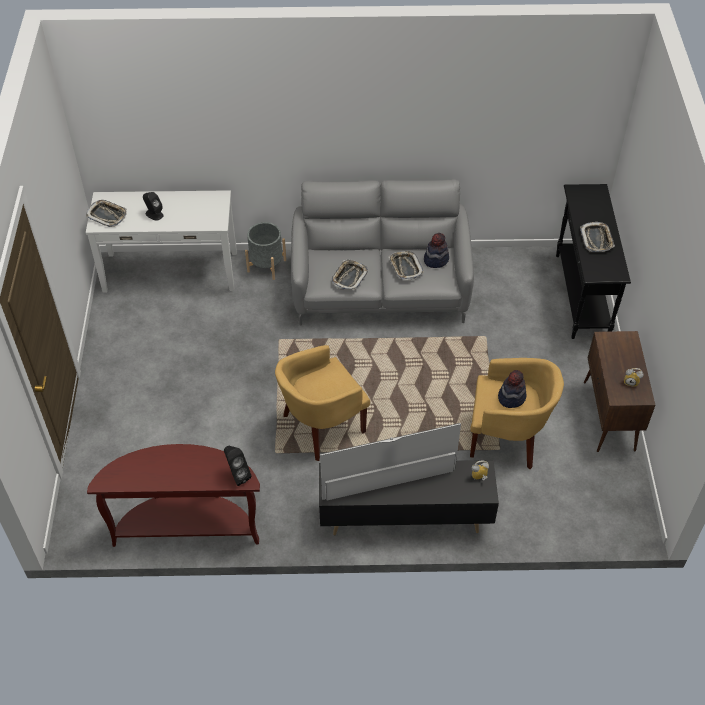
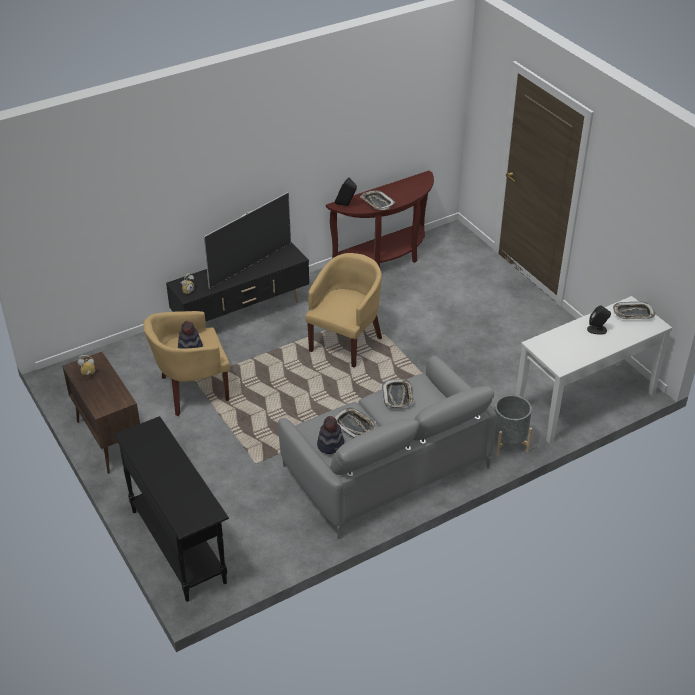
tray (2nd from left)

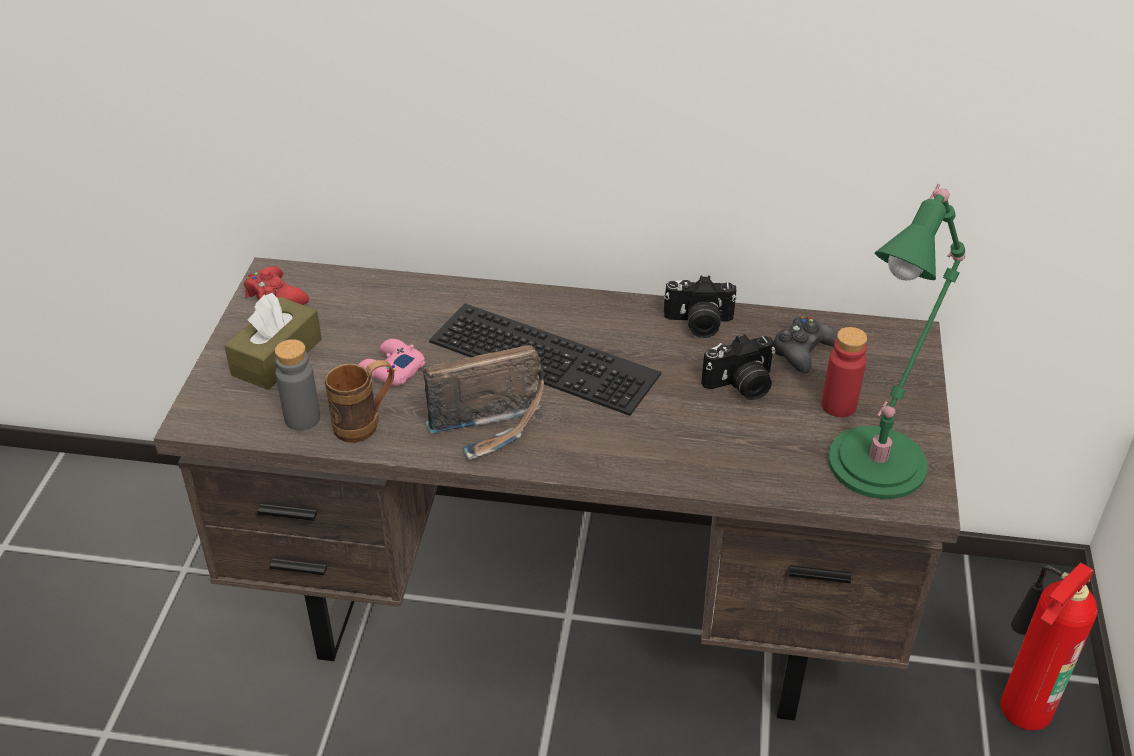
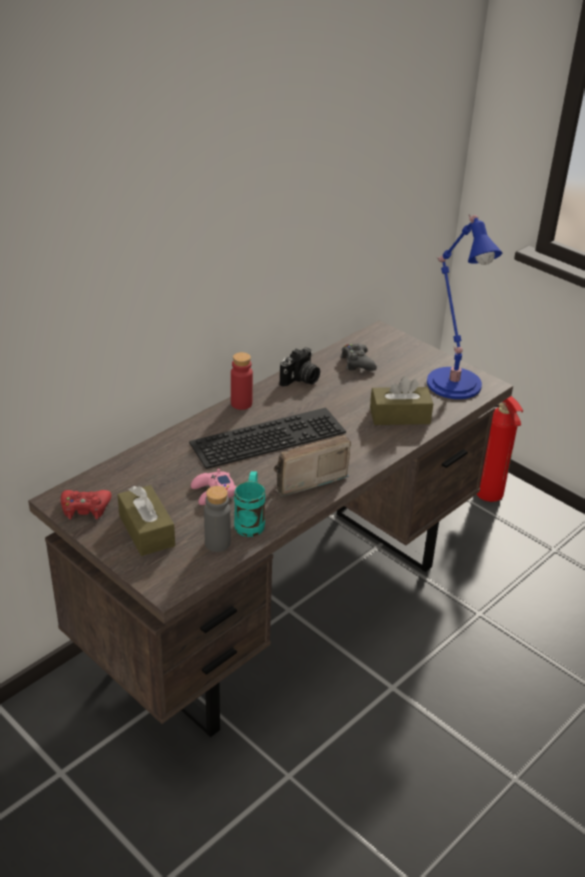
bottle/red
mug/turquoise
radio
tissue box/brown (2nd from left)
table lamp/blue
photo camera (2nd from left in the first image)

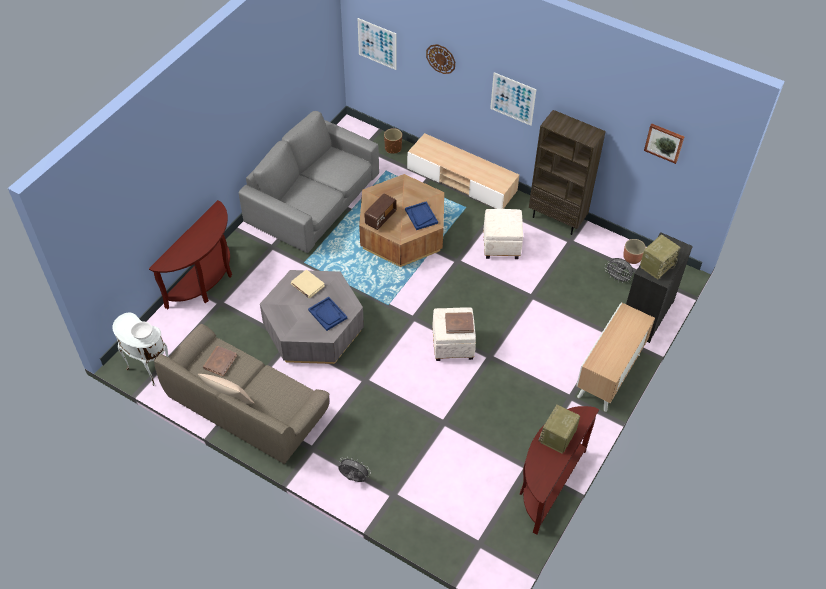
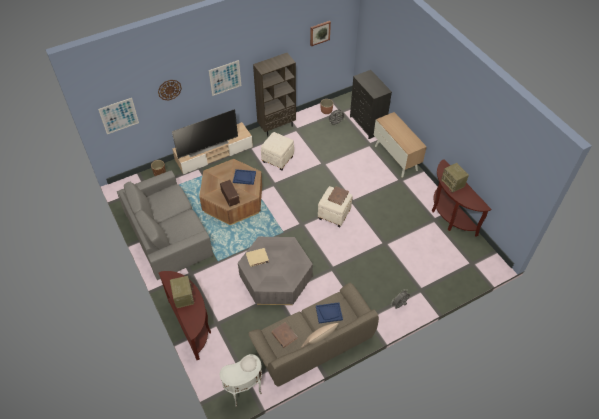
radio (1st from left)
television
tray/blue (2nd from left)

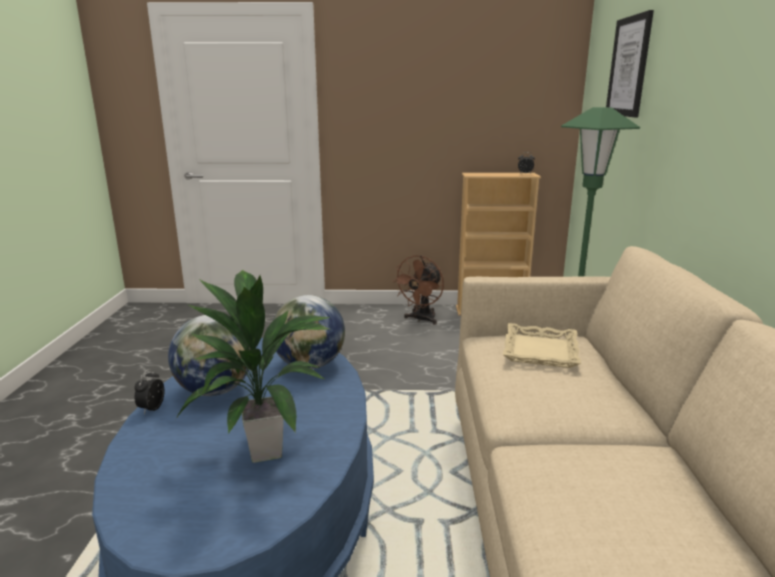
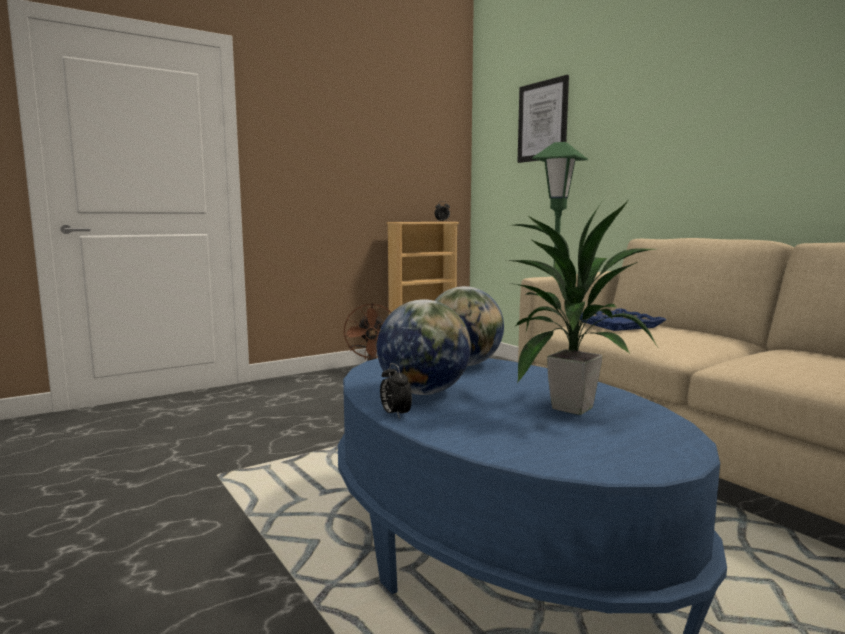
tray/blue

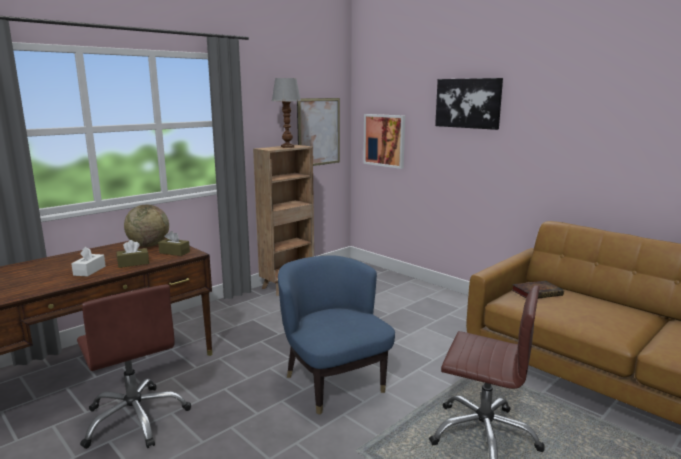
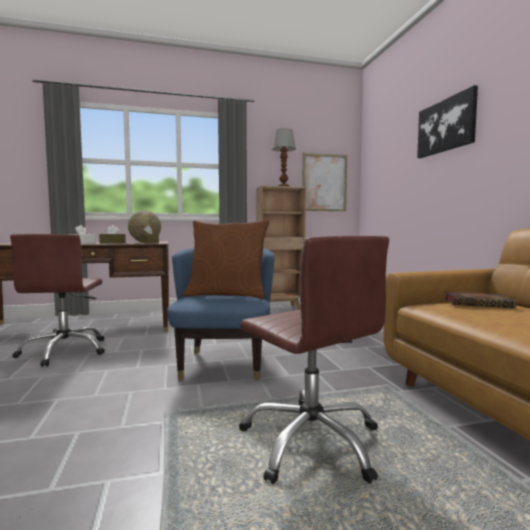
pillow/brown
picture (2nd from left in the first image)

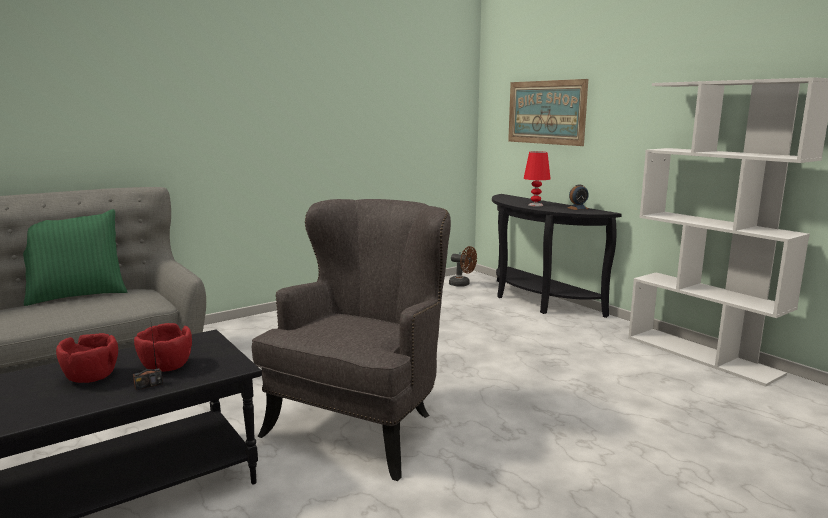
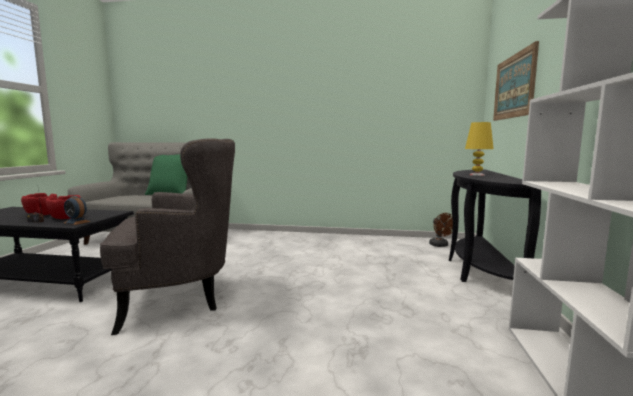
alarm clock
table lamp/yellow

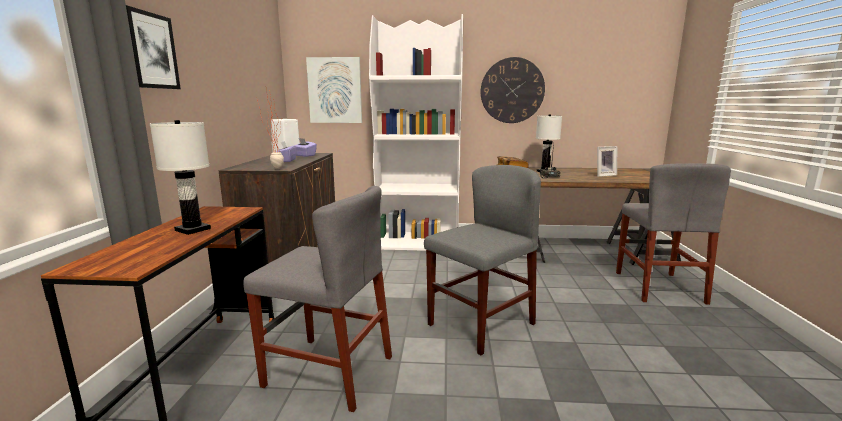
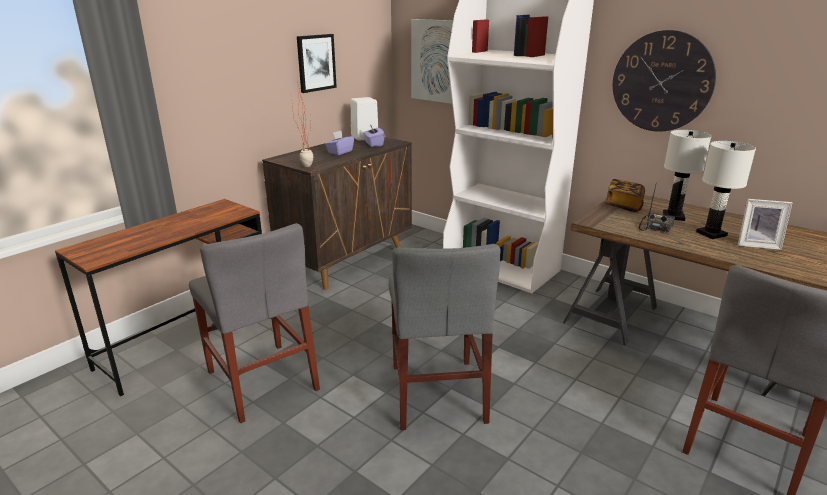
picture (1st from left)
chair/grey (2nd from left)
table lamp/white (2nd from left)

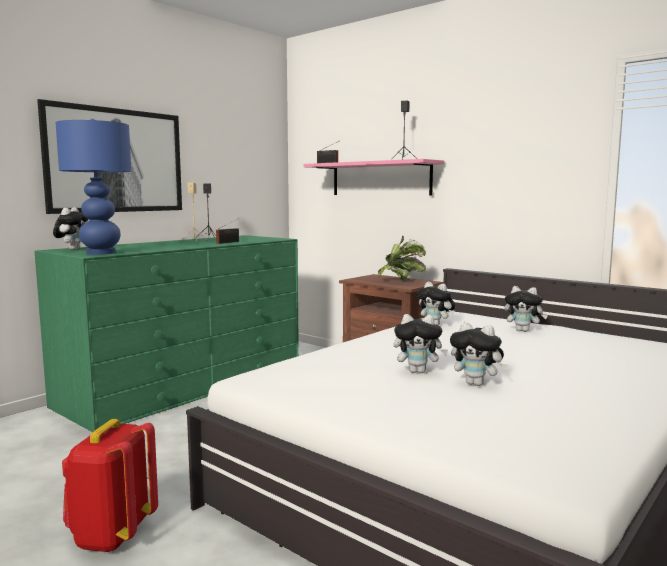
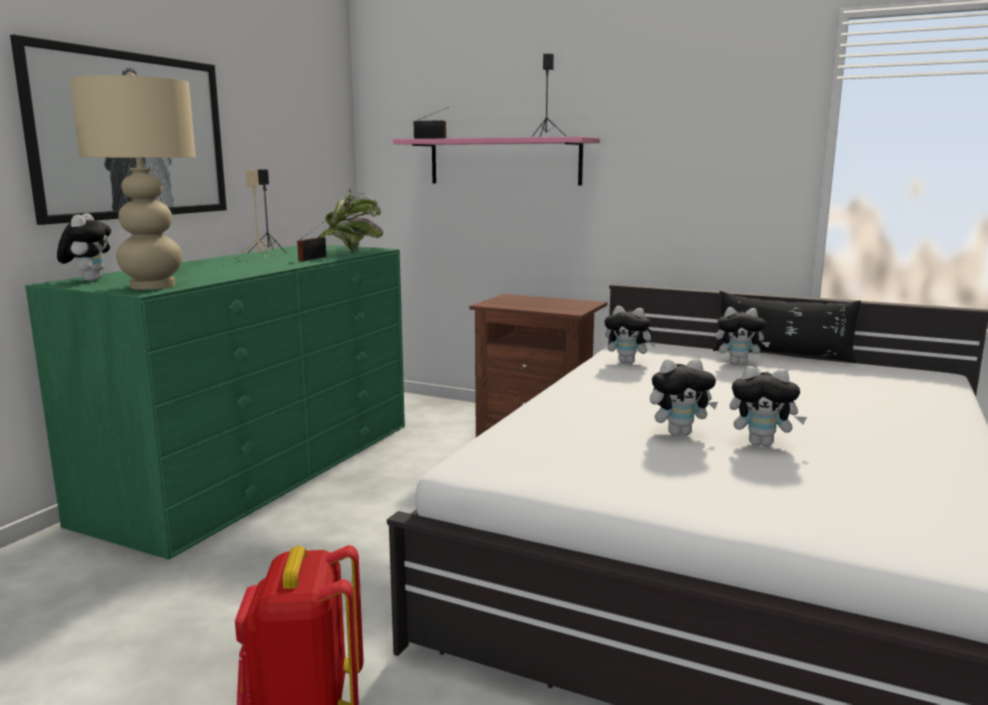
table lamp/beige
potted plant
pillow/black

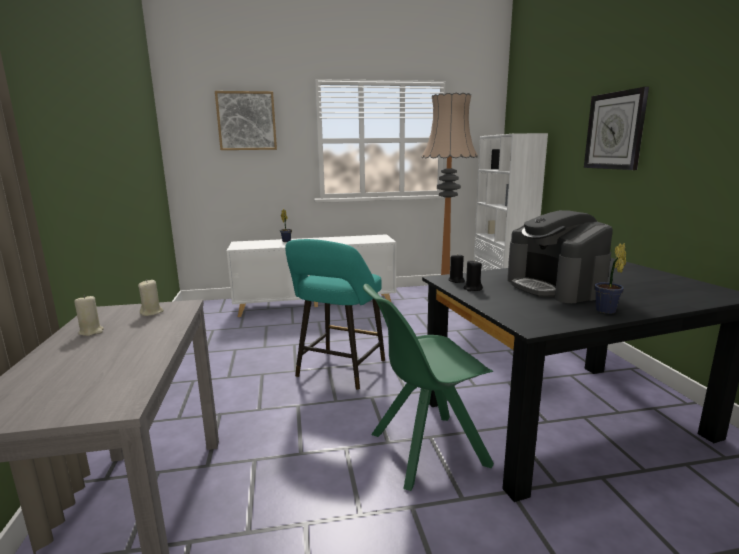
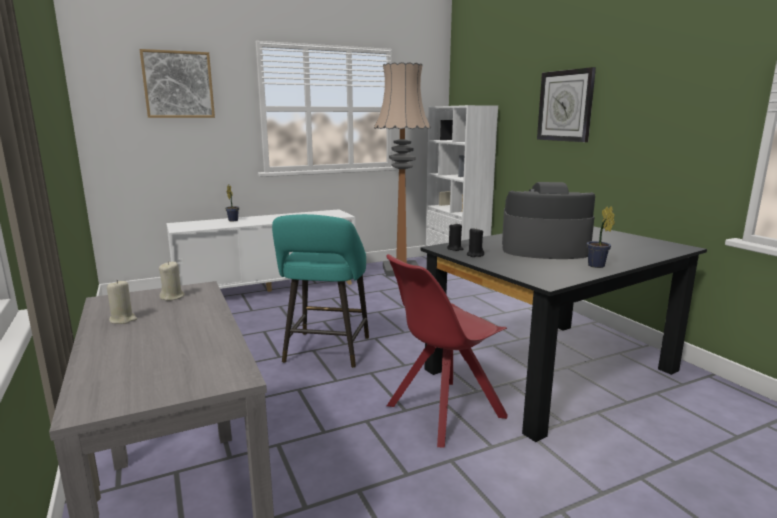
chair/red
coffee machine

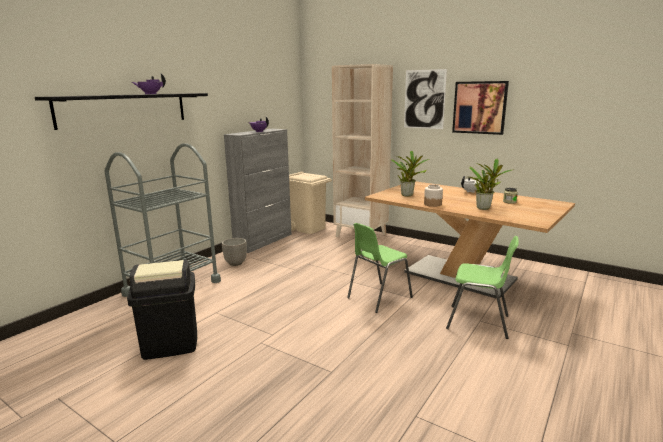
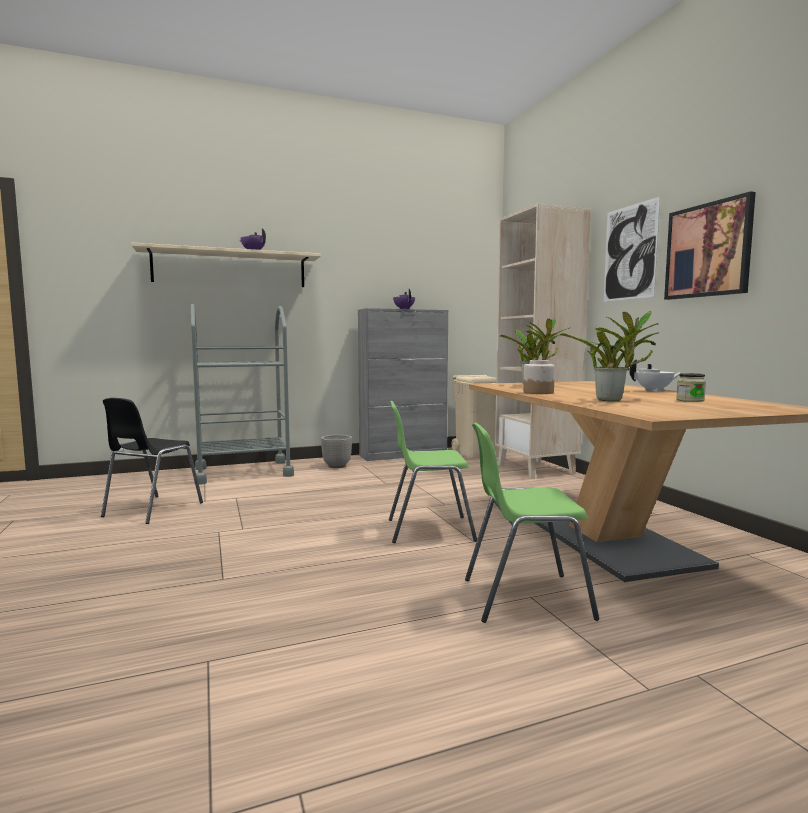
chair/black
shelf/beige
chair/green (2nd from left)

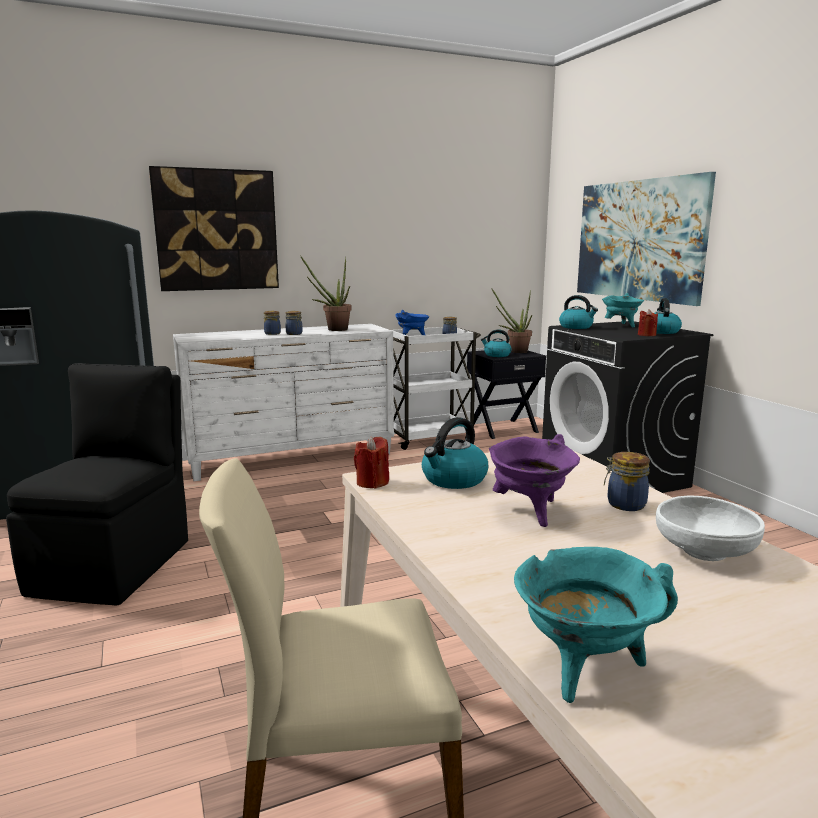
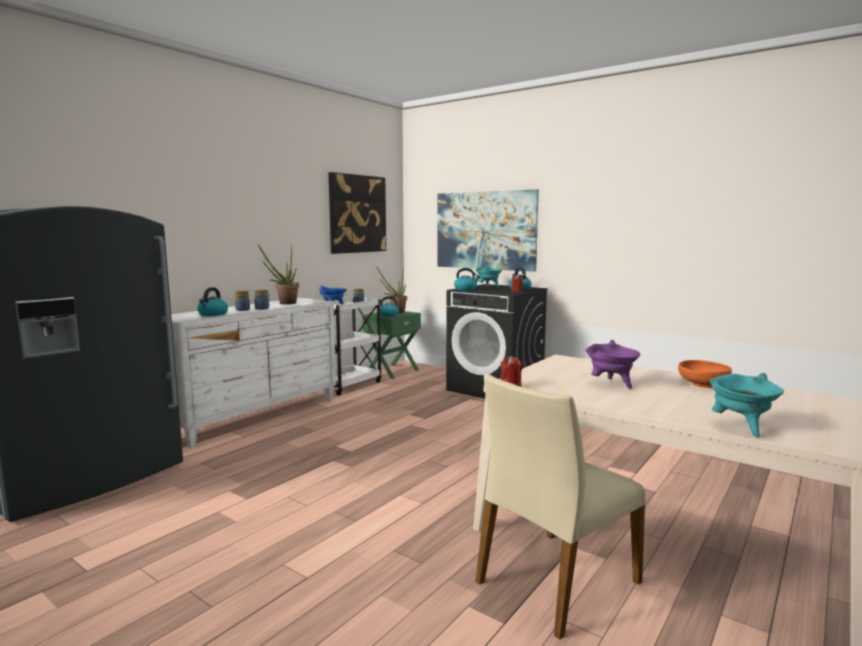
kettle (1st from left)
picture (1st from left)
nightstand/green
bowl/orange
chair/black
jar (4th from left in the first image)

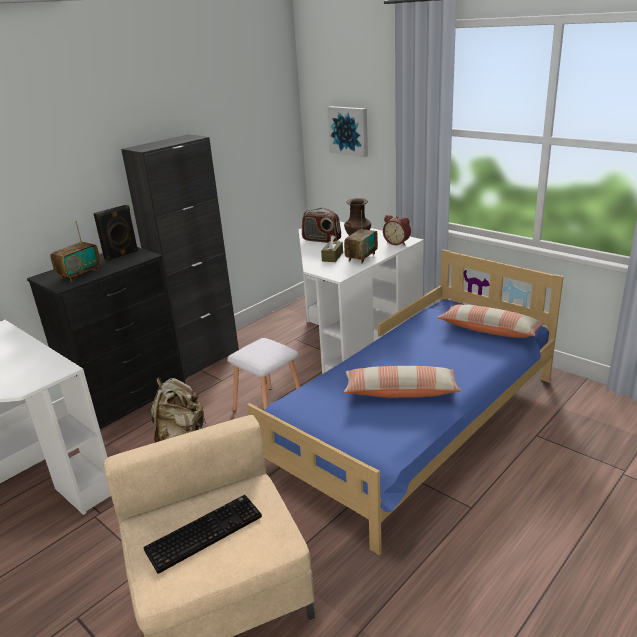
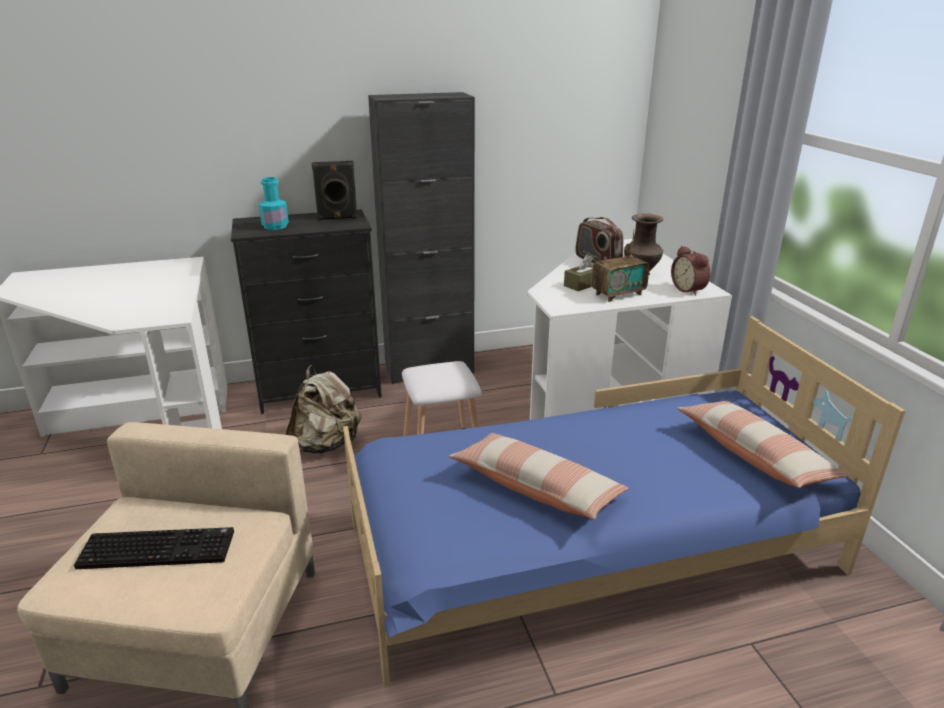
bottle/turquoise
picture

